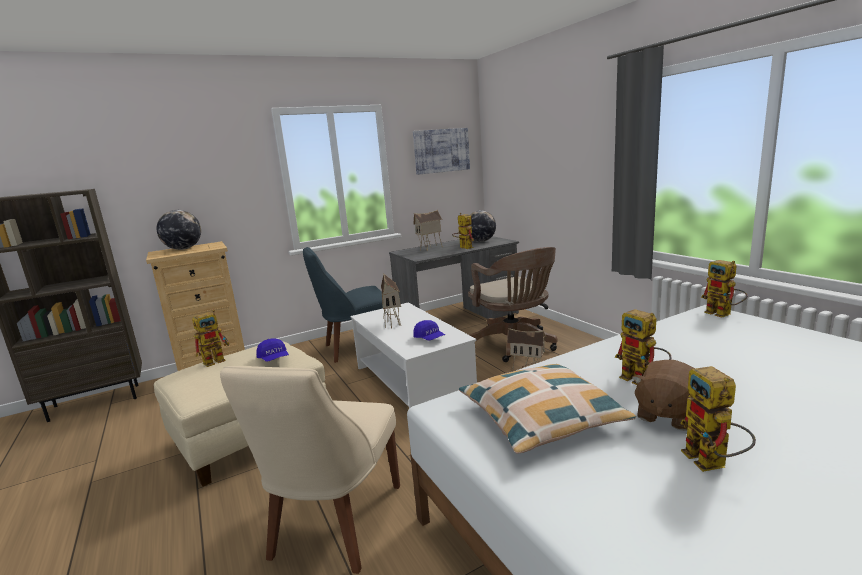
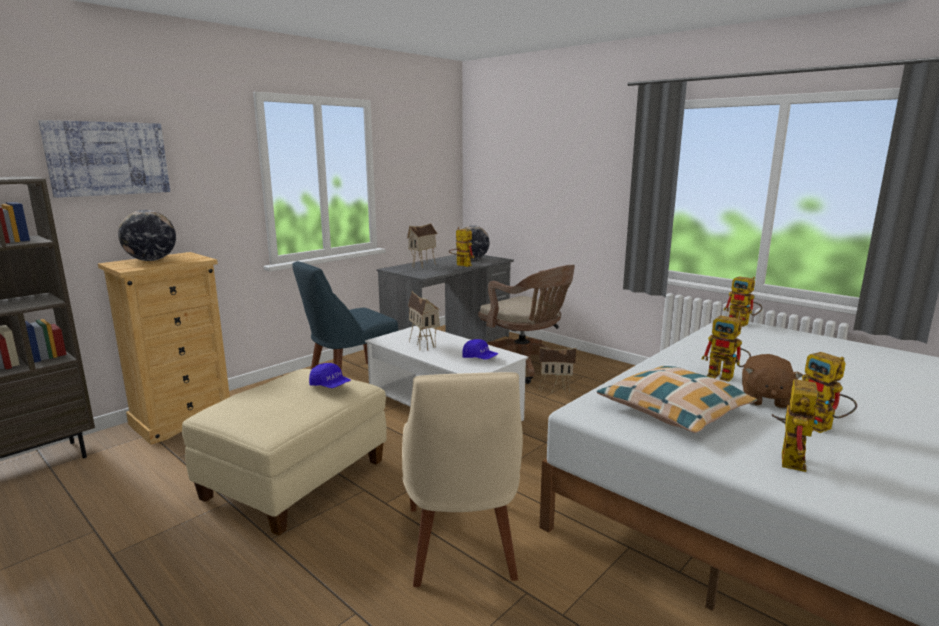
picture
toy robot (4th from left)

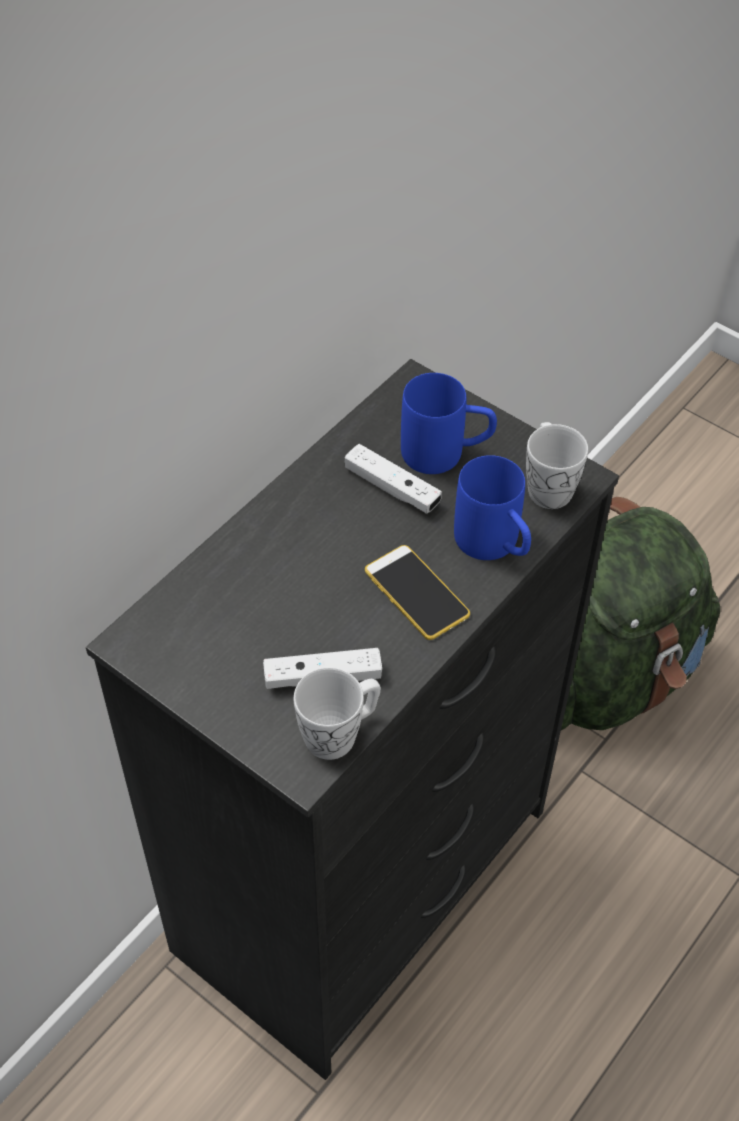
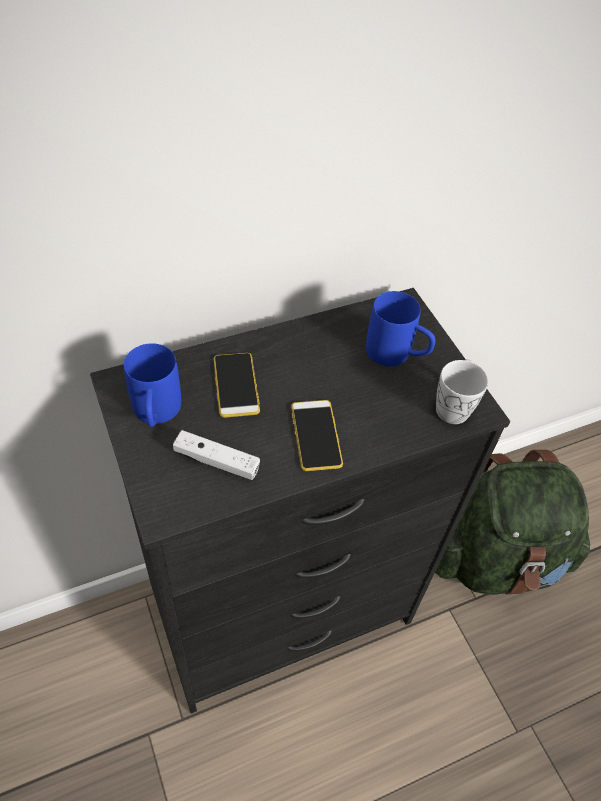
mug/blue (1st from left)
phone (1st from left)
mug/white (1st from left in the first image)
game controller/white (2nd from left in the first image)

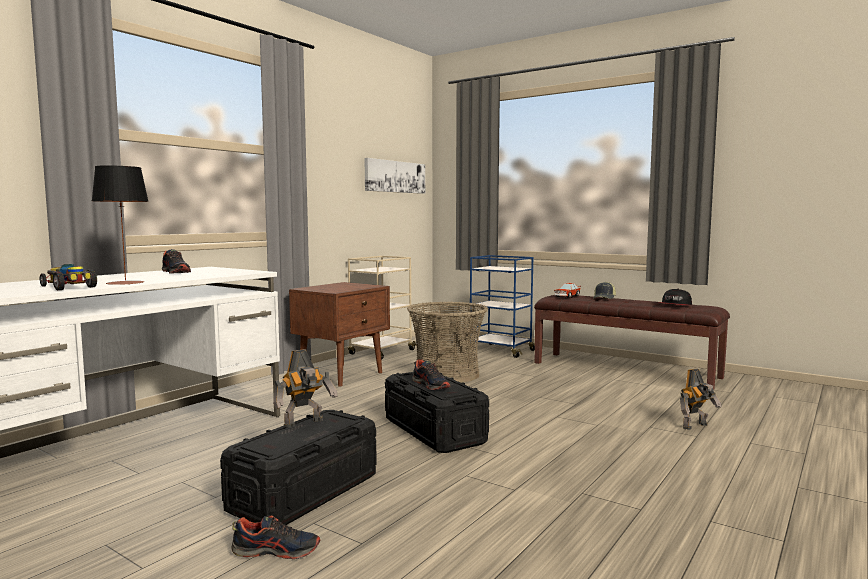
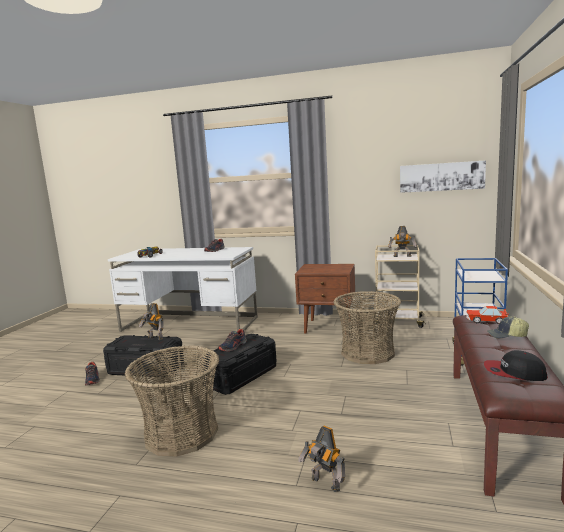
basket (1st from left)
toy robot (3rd from left)
table lamp

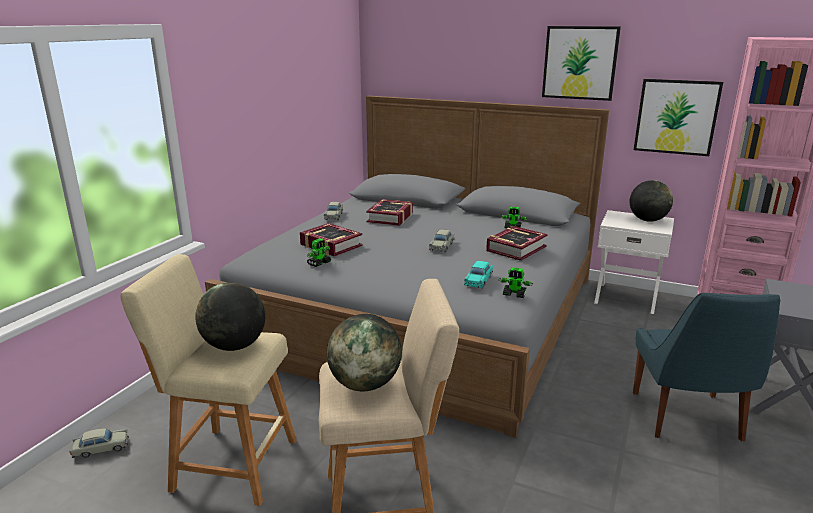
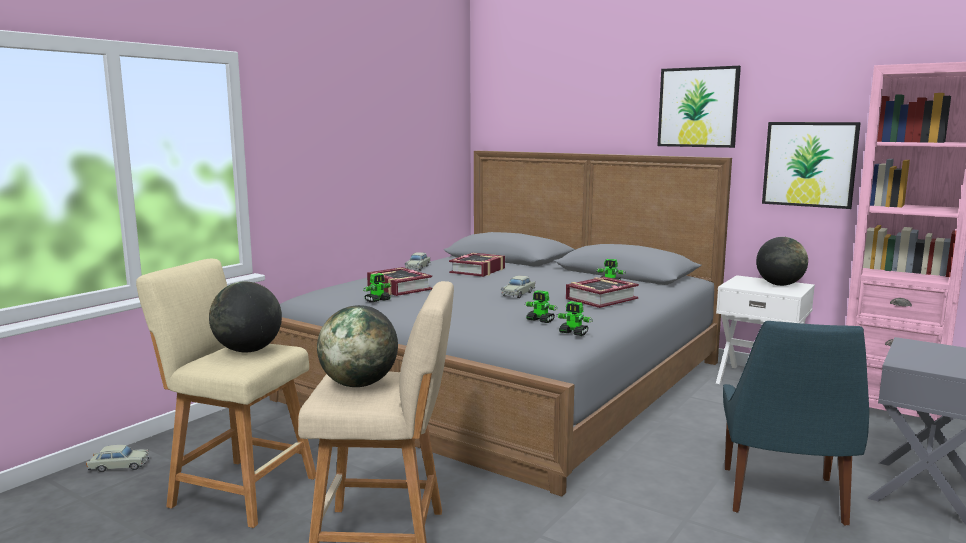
toy robot (2nd from left)

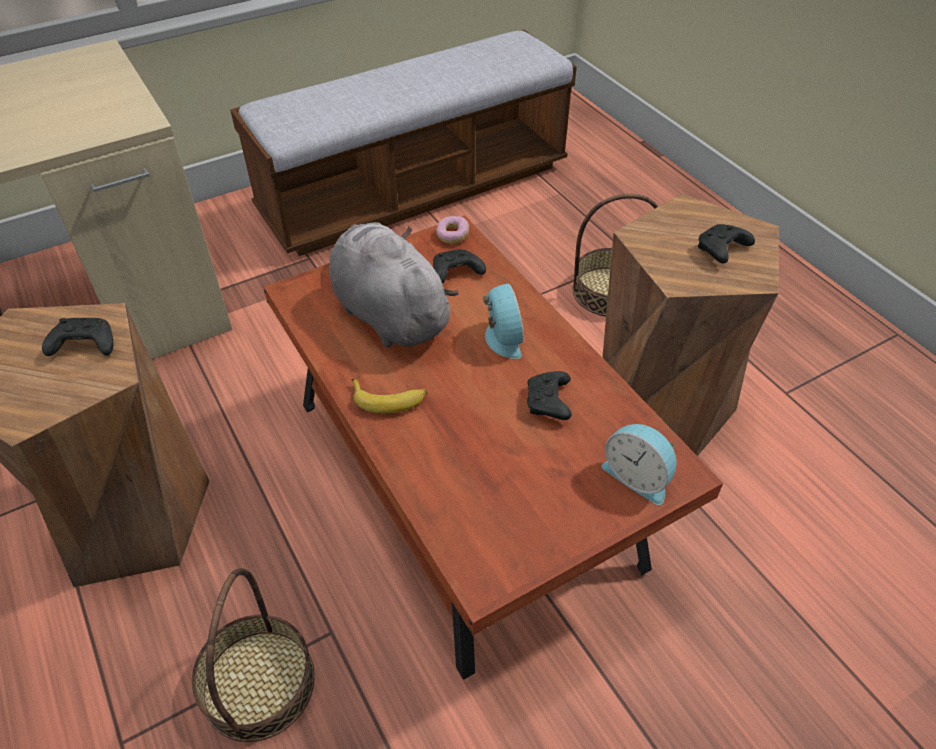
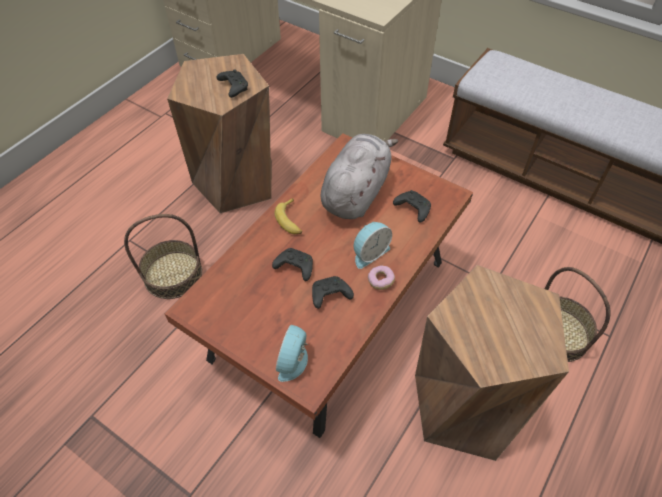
game controller/black (2nd from left)
donut

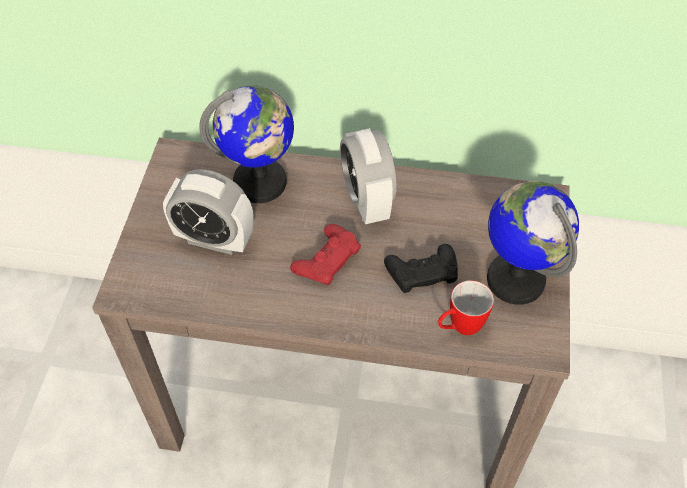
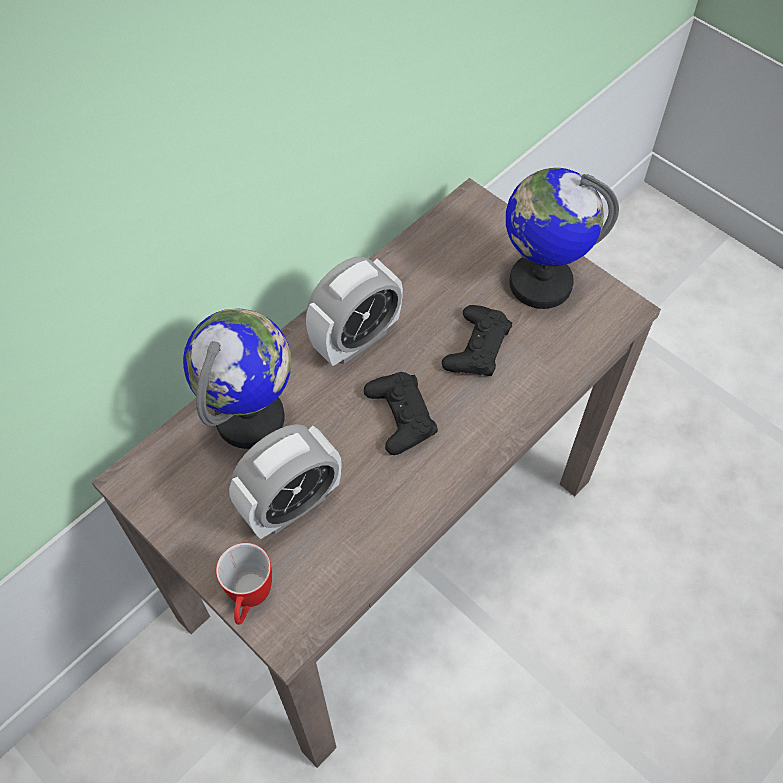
mug
alarm clock (2nd from left)
game controller/black (1st from left)

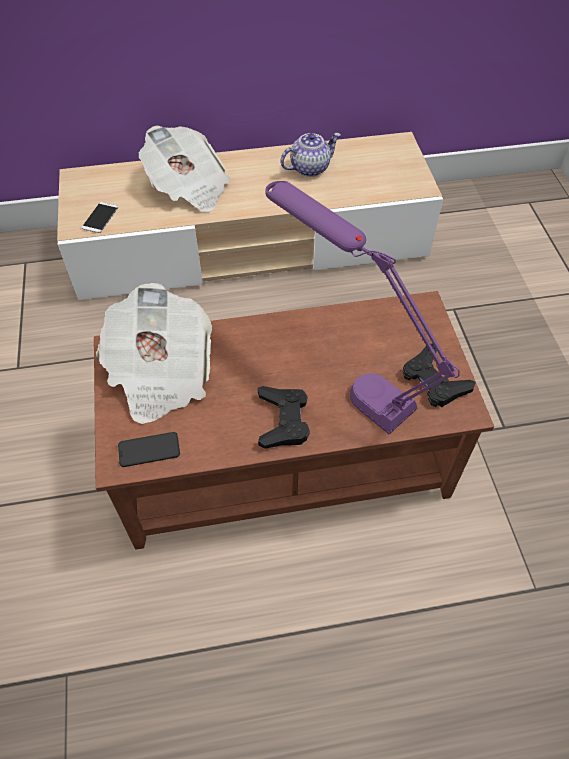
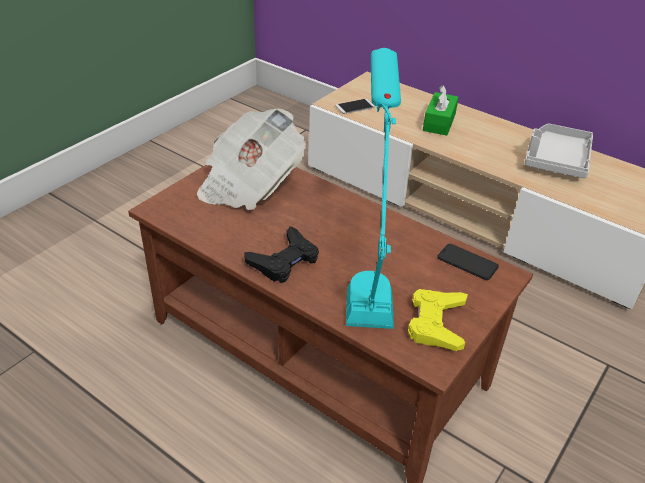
table lamp/turquoise
game controller/yellow
tissue box/green
phone (2nd from left)
tray/grey

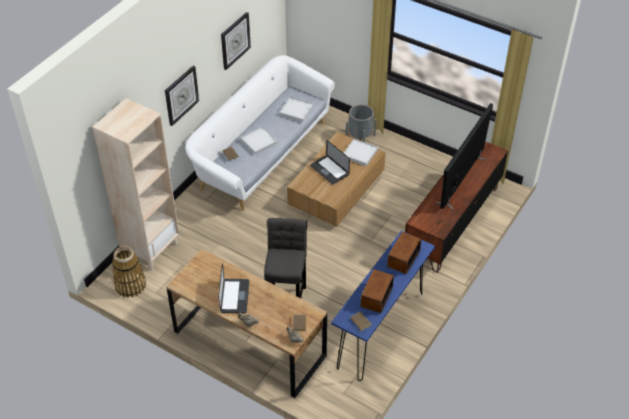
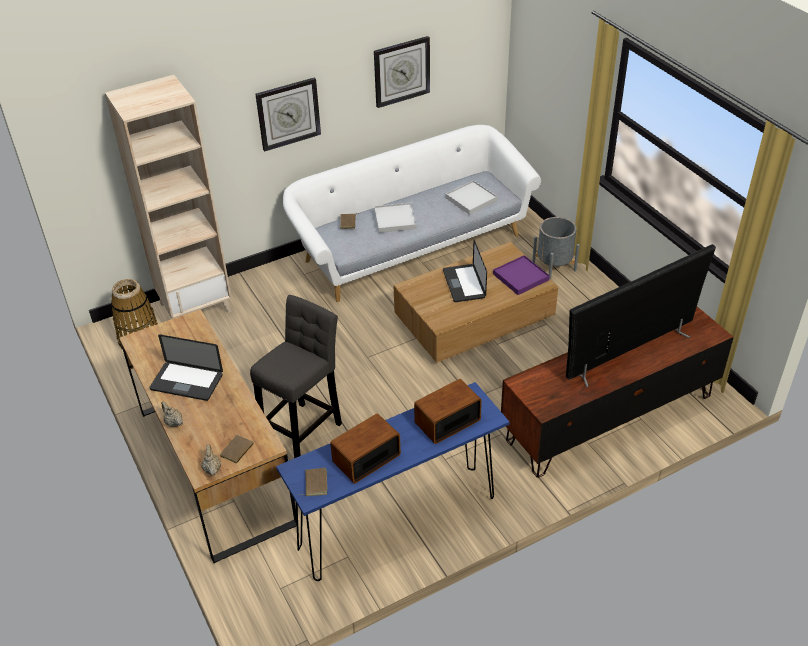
laptop (1st from left)
tray/purple

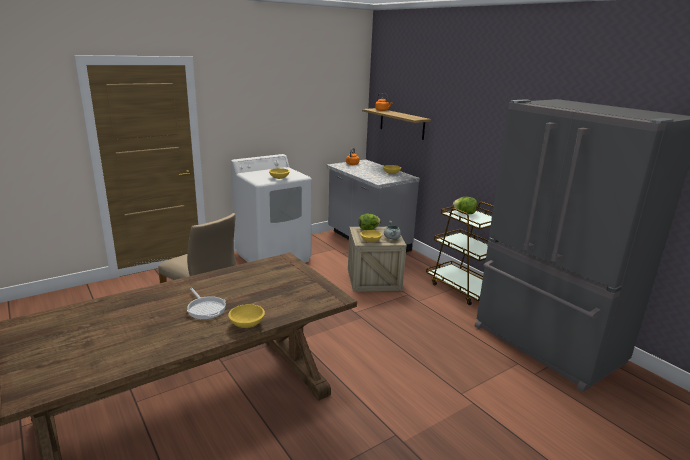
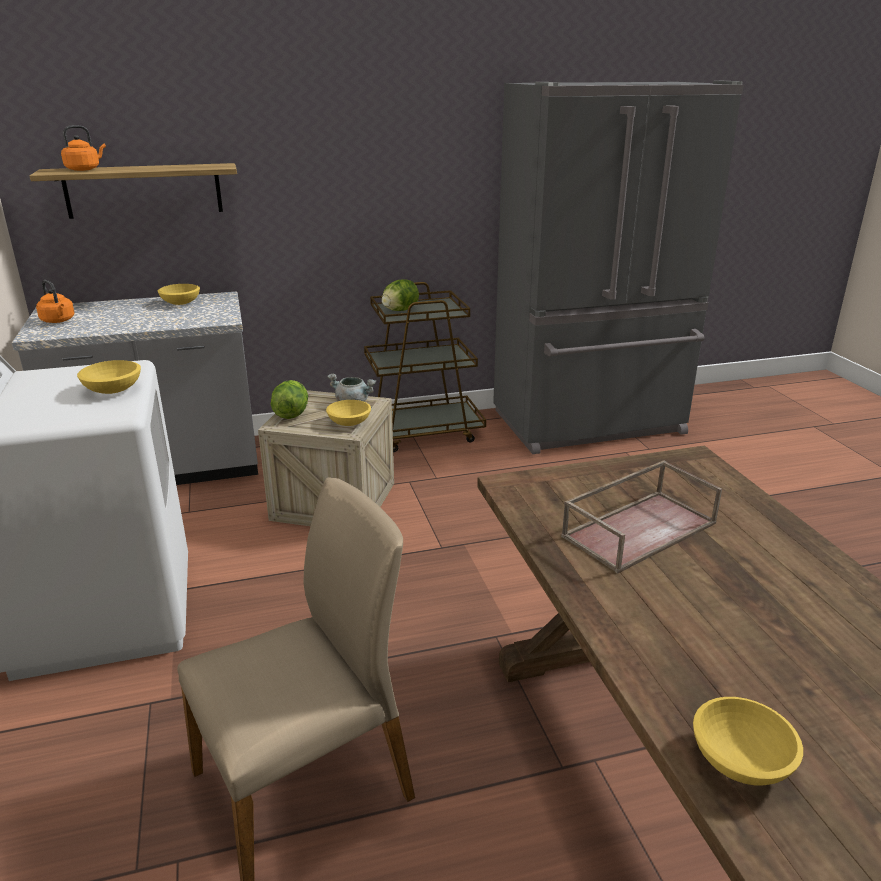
tray/brown
bowl/yellow (4th from left)
frying pan

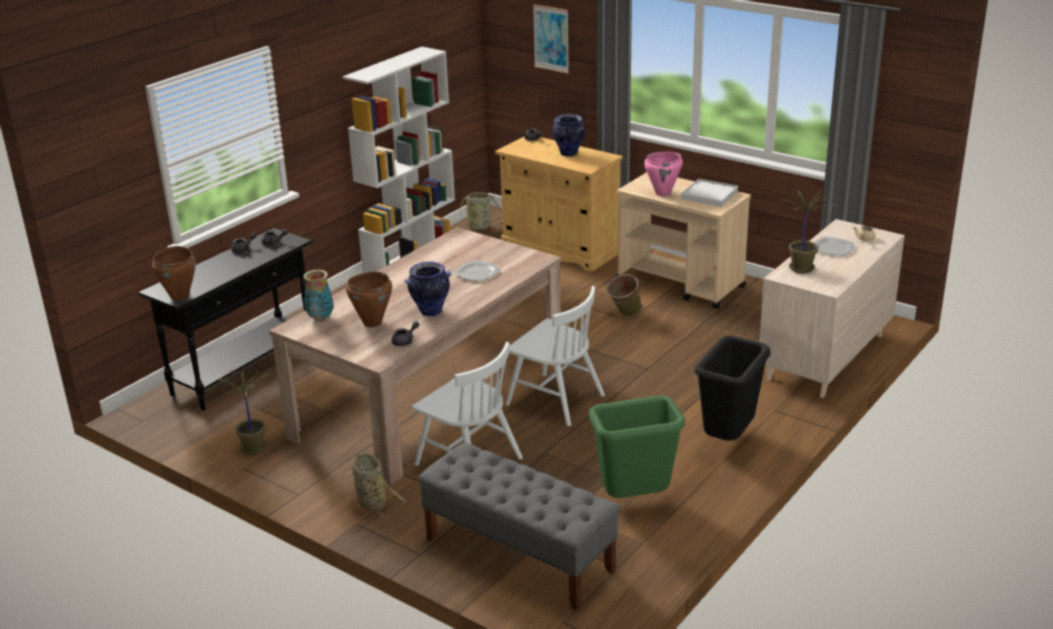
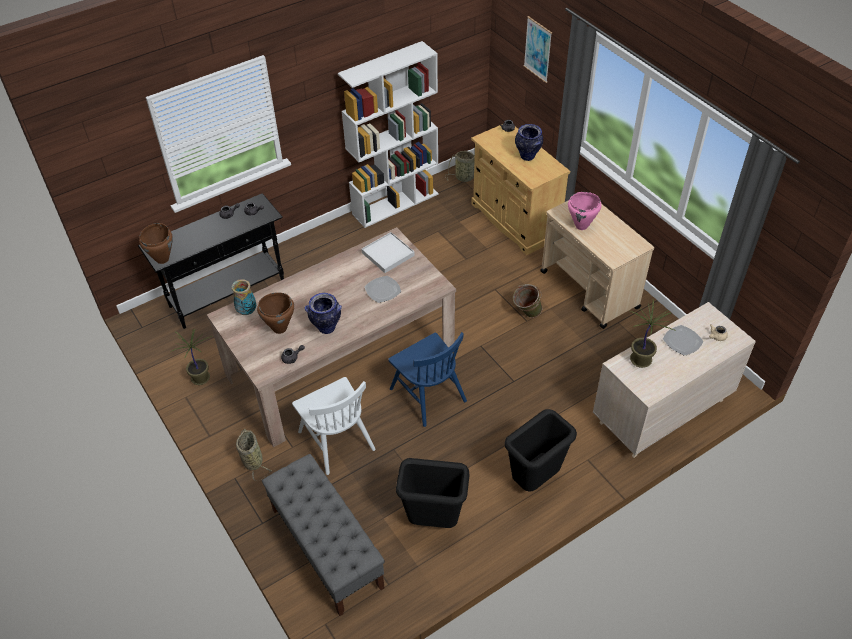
tray/white
chair/blue
trash can/black (1st from left)

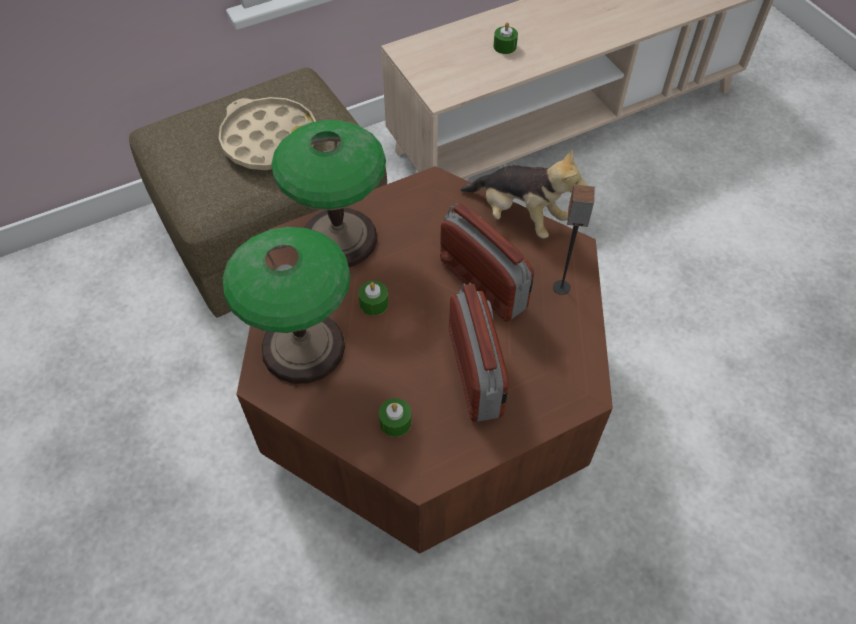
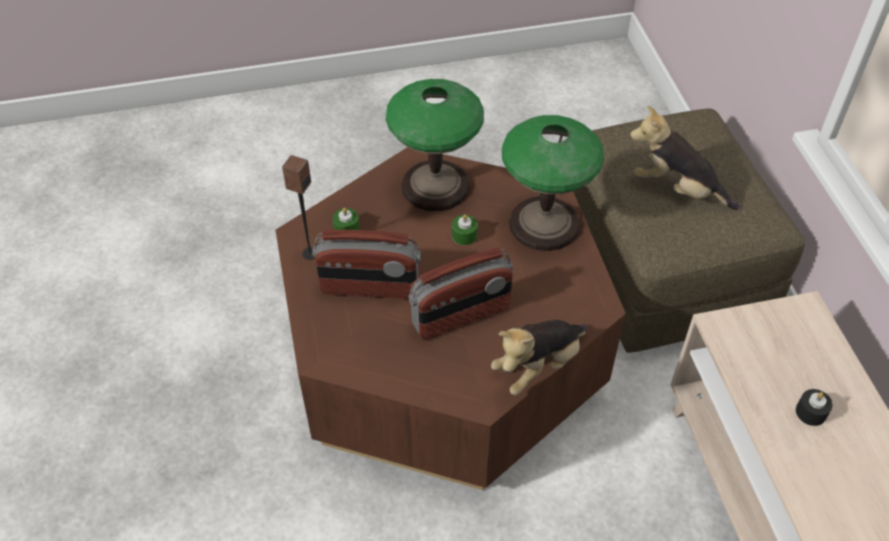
speaker
plush toy (2nd from left)
candle/black

